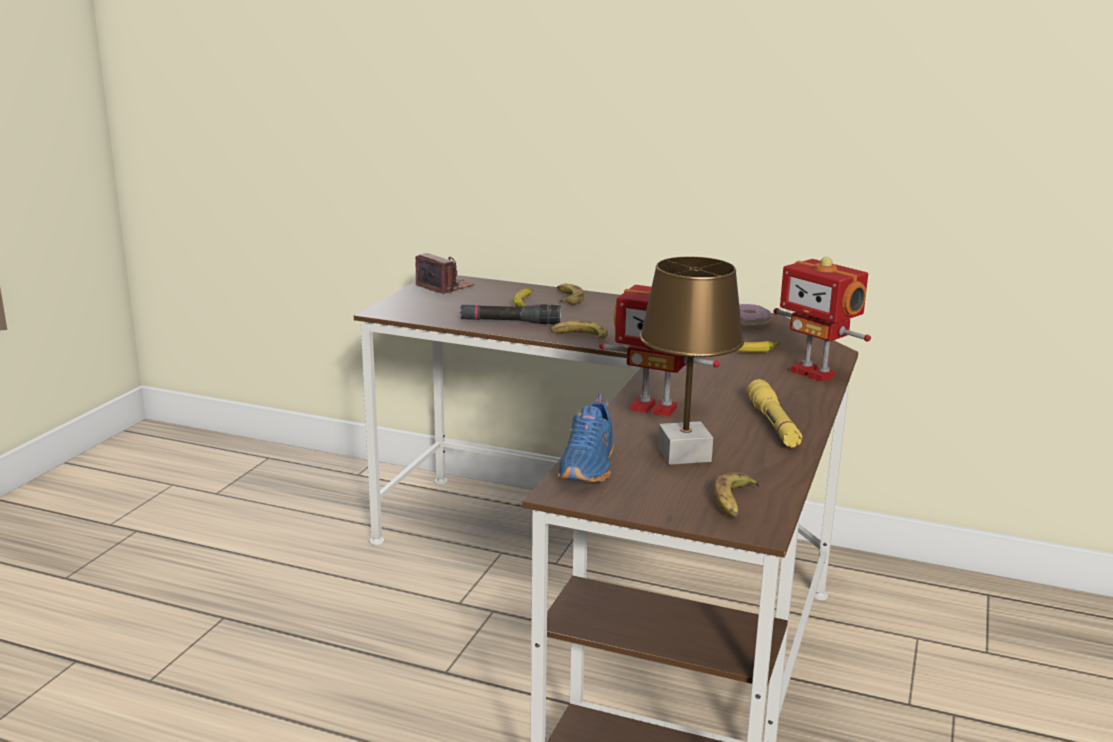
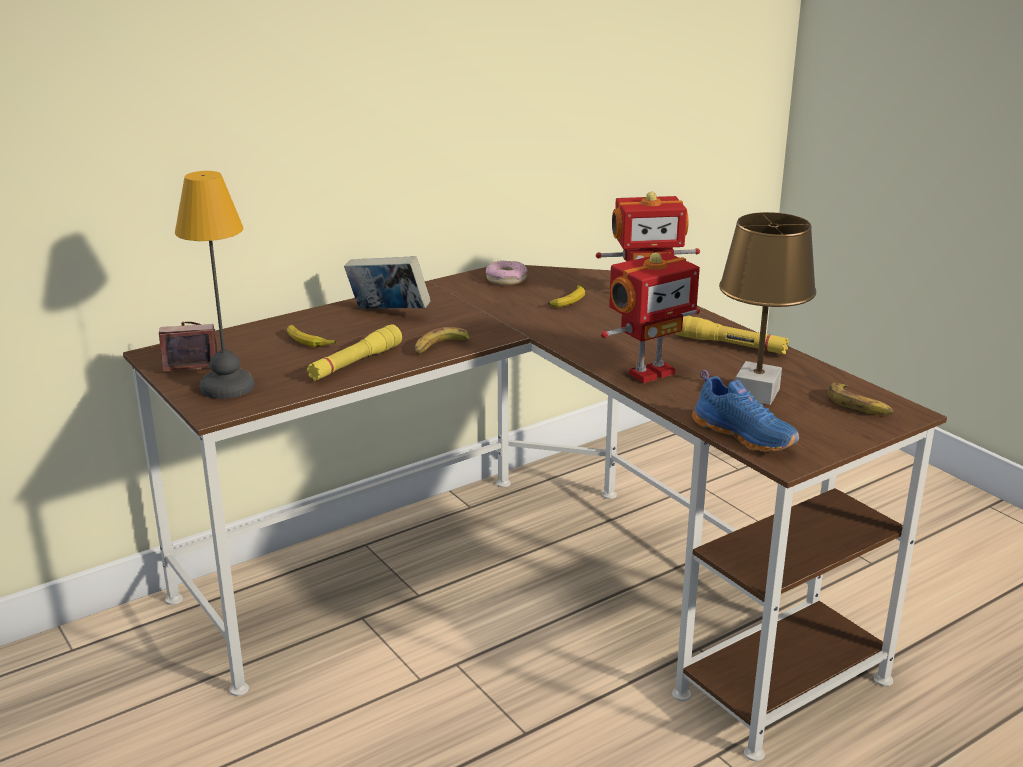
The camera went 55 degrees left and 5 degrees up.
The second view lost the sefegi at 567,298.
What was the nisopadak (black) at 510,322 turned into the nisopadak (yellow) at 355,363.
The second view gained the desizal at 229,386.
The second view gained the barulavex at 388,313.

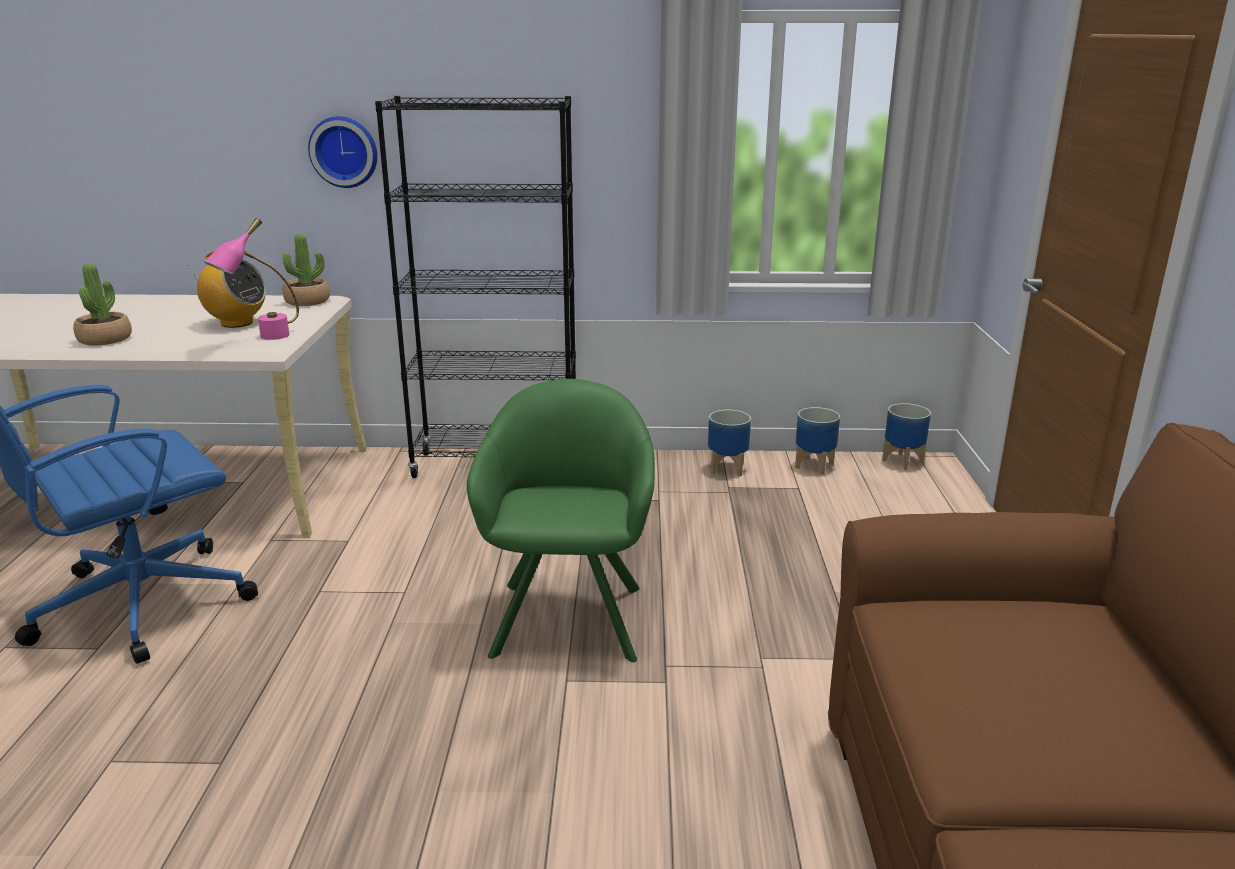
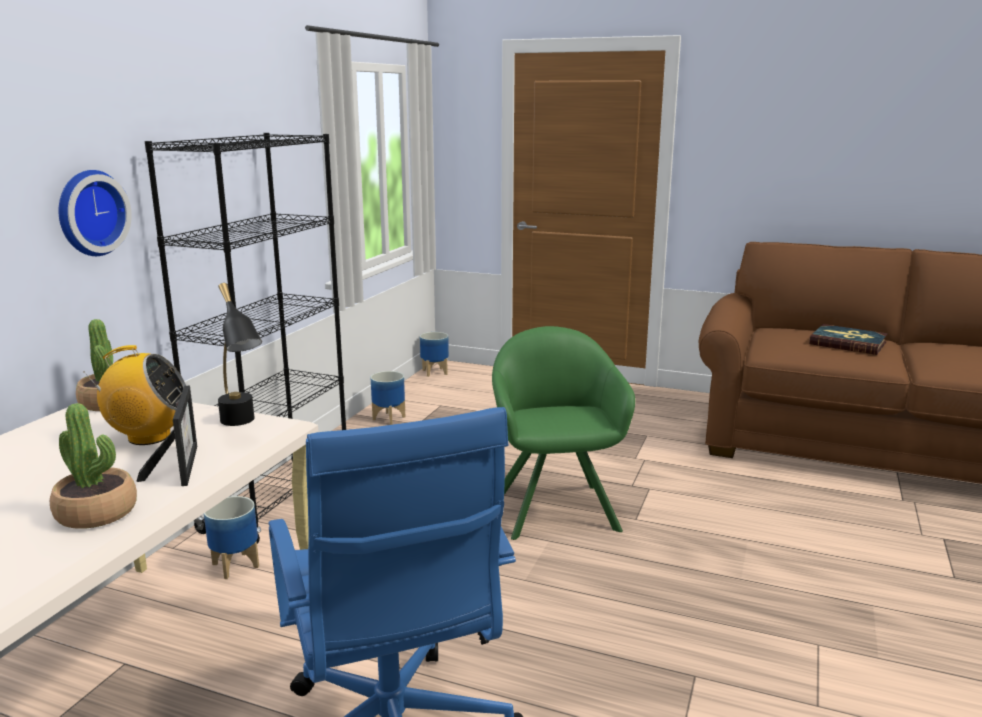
The camera went 70 degrees left and 5 degrees down.
What was the desizal (pink) at 262,339 turned into the desizal (black) at 242,425.
The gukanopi at 236,323 ended up facing another way, 45 degrees clockwise from before.
The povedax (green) at 569,614 ended up facing another way, 60 degrees clockwise from before.
The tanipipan ended up elsewhere, having gone from 814,466 to 235,565.
The second view gained the barulavex at 848,343.
The second view gained the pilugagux at 180,465.

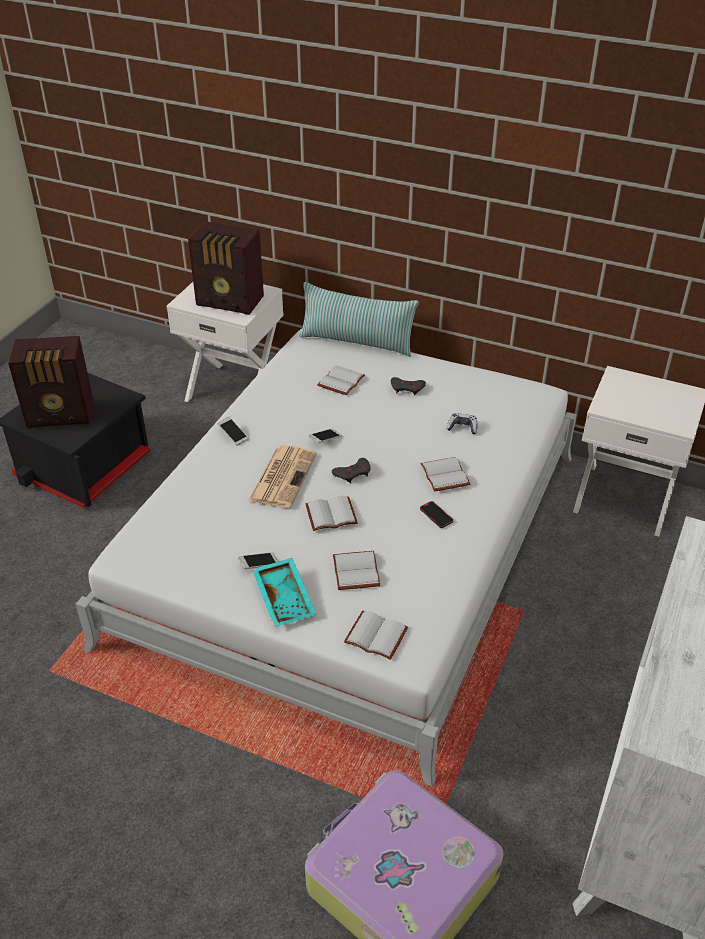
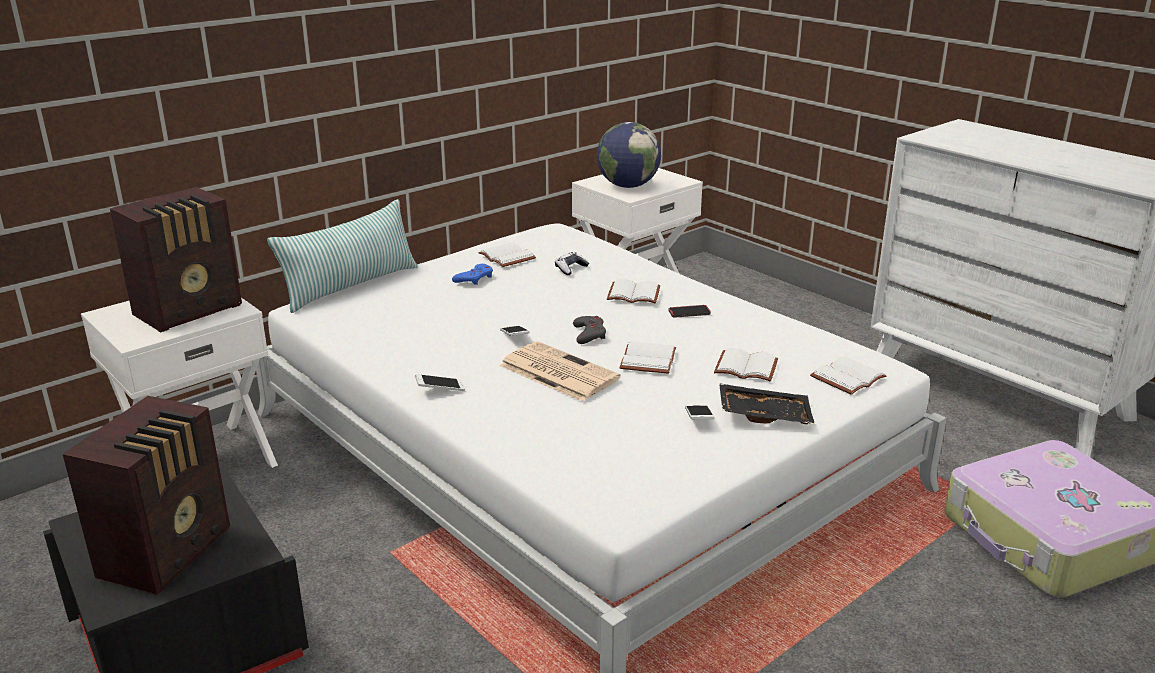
The camera went 65 degrees left and 15 degrees down.
The barulavex (white) ended up elsewhere, having gone from 340,380 to 505,257.
What was the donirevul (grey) at 407,388 turned into the donirevul (blue) at 474,278.
What was the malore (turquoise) at 285,598 turned into the malore (black) at 764,414.
The second view gained the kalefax at 628,186.

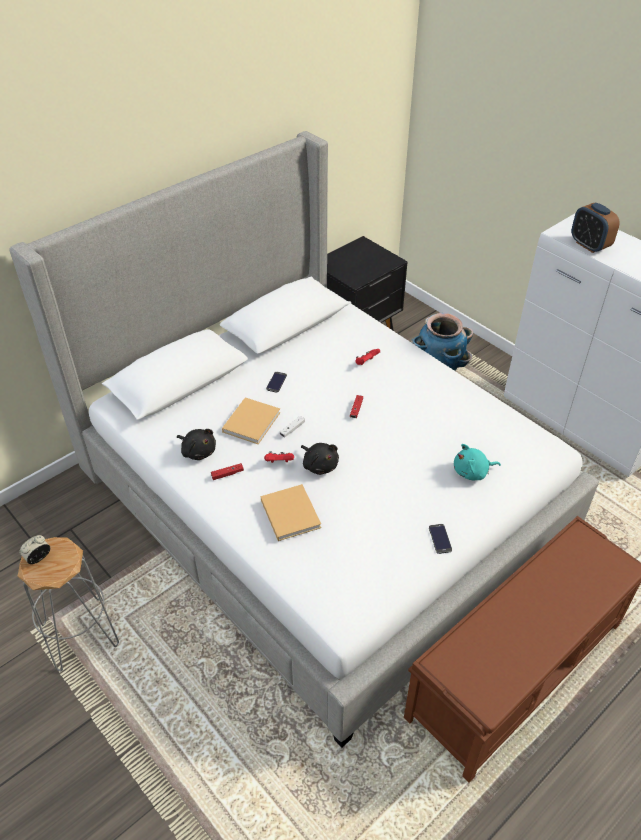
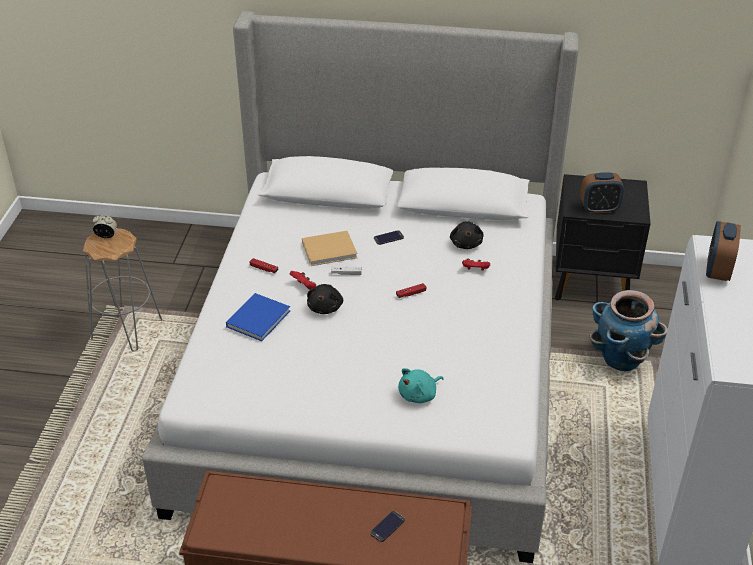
The camera went 50 degrees right and 5 degrees down.
The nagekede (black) ended up elsewhere, having gone from 198,451 to 466,243.
The nagekede (turquoise) at 472,472 ended up facing another way, 75 degrees counterclockwise from before.
What was the barulavex (beige) at 289,512 turned into the barulavex (blue) at 259,317.
The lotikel ended up elsewhere, having gone from 440,539 to 387,526.
The second view gained the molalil at 599,208.

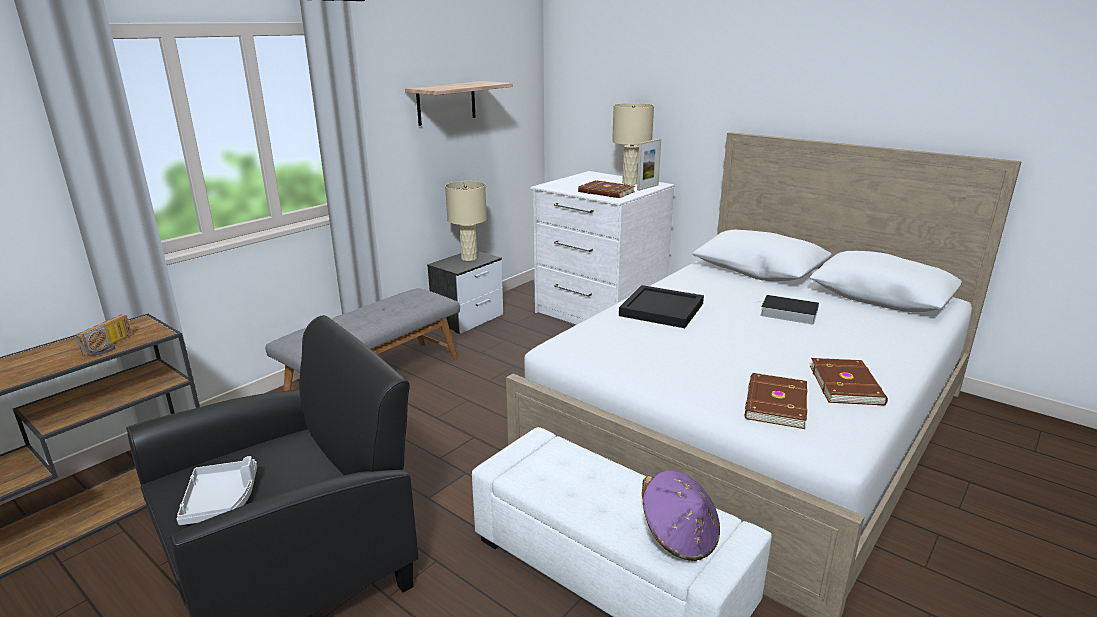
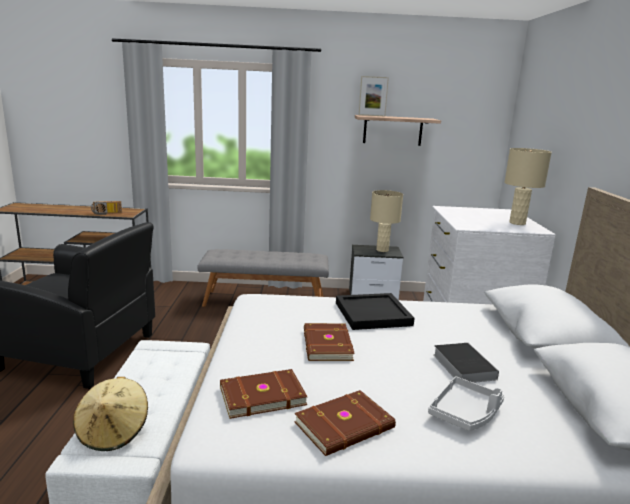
The camera went 50 degrees right and 5 degrees down.
The pilugagux ended up elsewhere, having gone from 647,187 to 371,115.
The barulavex (brown) ended up elsewhere, having gone from 606,192 to 326,345.
The malore (grey) ended up elsewhere, having gone from 222,500 to 465,413.
What was the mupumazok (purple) at 679,536 turned into the mupumazok (beige) at 113,432.

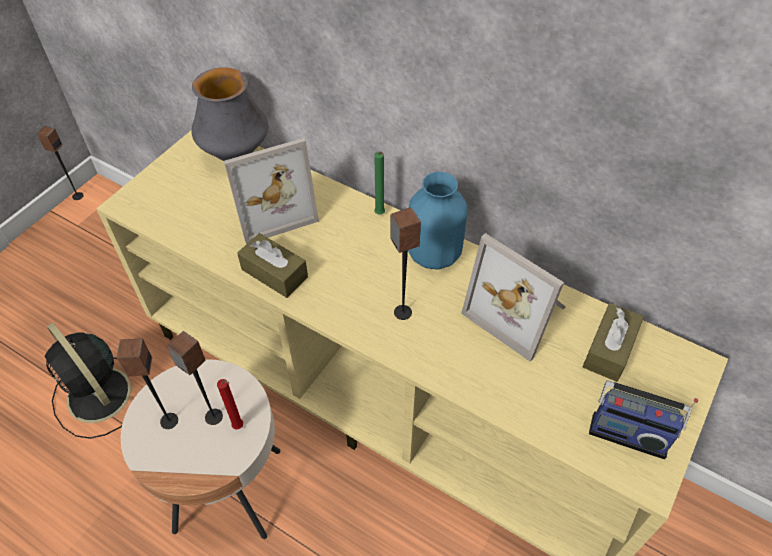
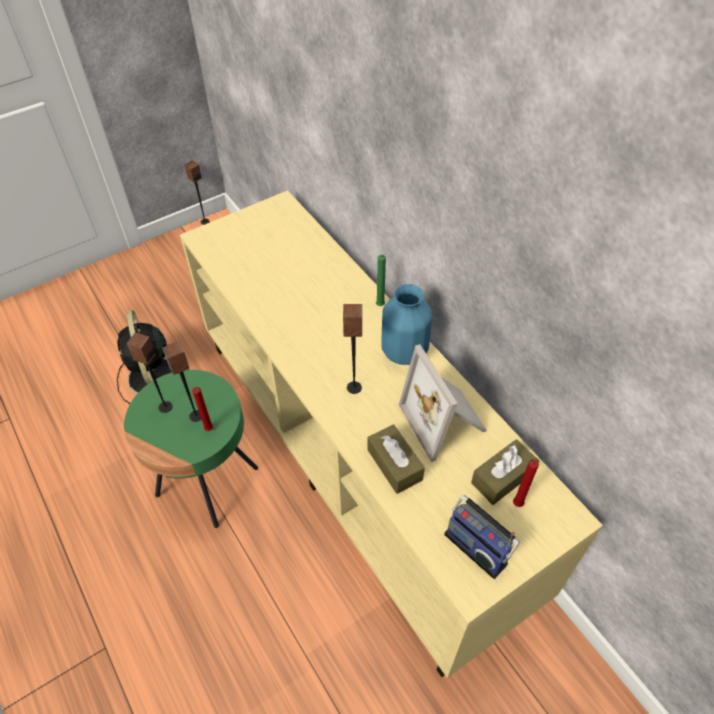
The camera went 25 degrees right and 0 degrees up.
The second view lost the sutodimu at 236,155.
The second view lost the pilugagux at 271,208.
The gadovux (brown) ended up elsewhere, having gone from 274,273 to 394,464.
What was the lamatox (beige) at 228,490 turned into the lamatox (green) at 207,482.
The second view gained the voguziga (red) at 516,504.

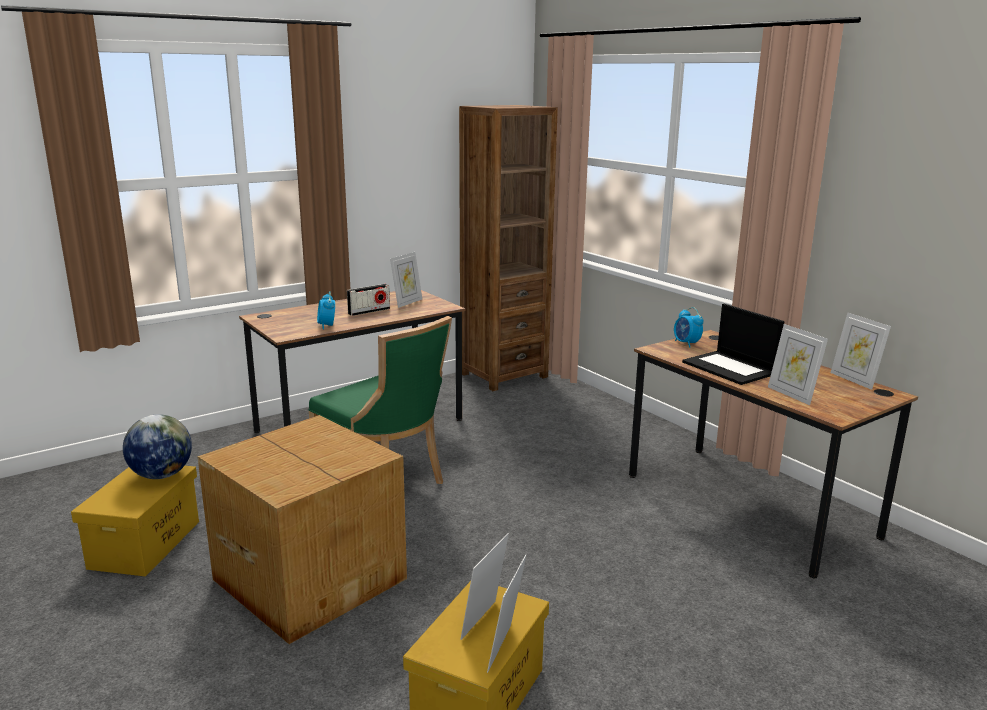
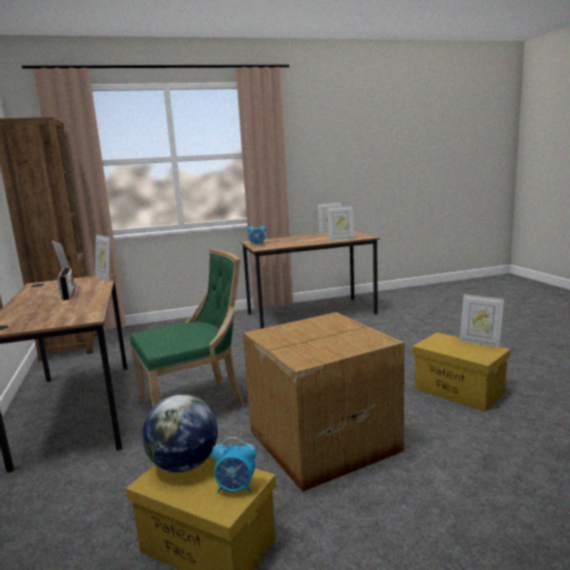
The camera went 70 degrees left and 5 degrees down.
The molalil ended up elsewhere, having gone from 327,326 to 236,488.
The second view lost the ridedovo at 730,368.
The pilugagux ended up elsewhere, having gone from 484,622 to 105,278.

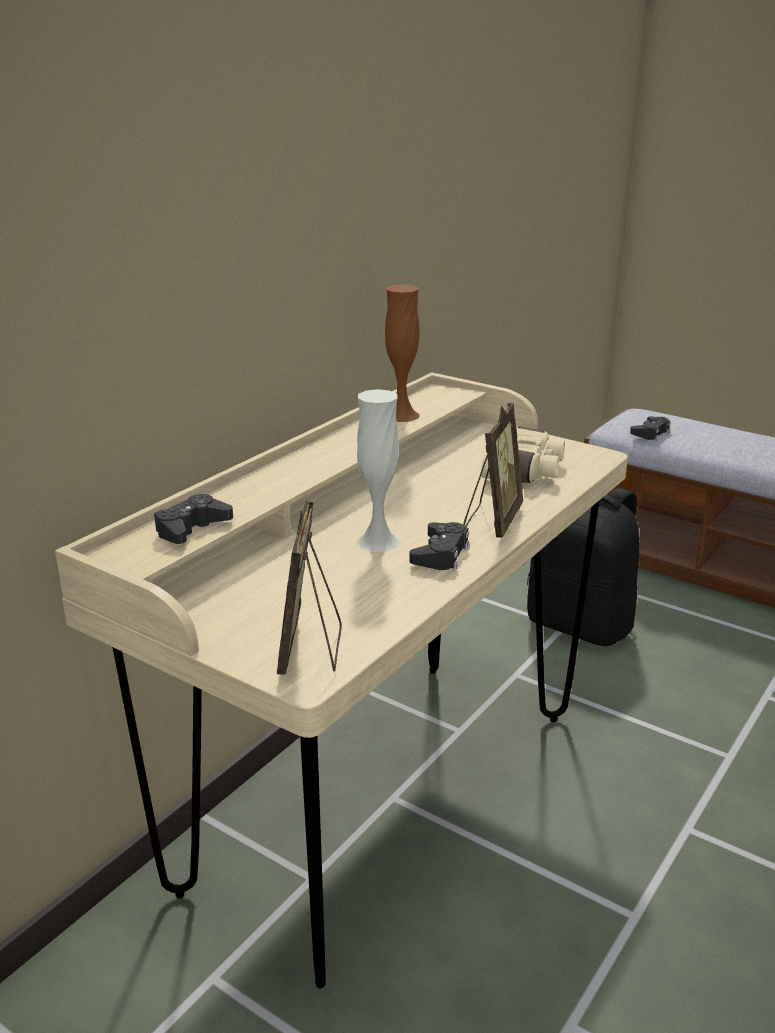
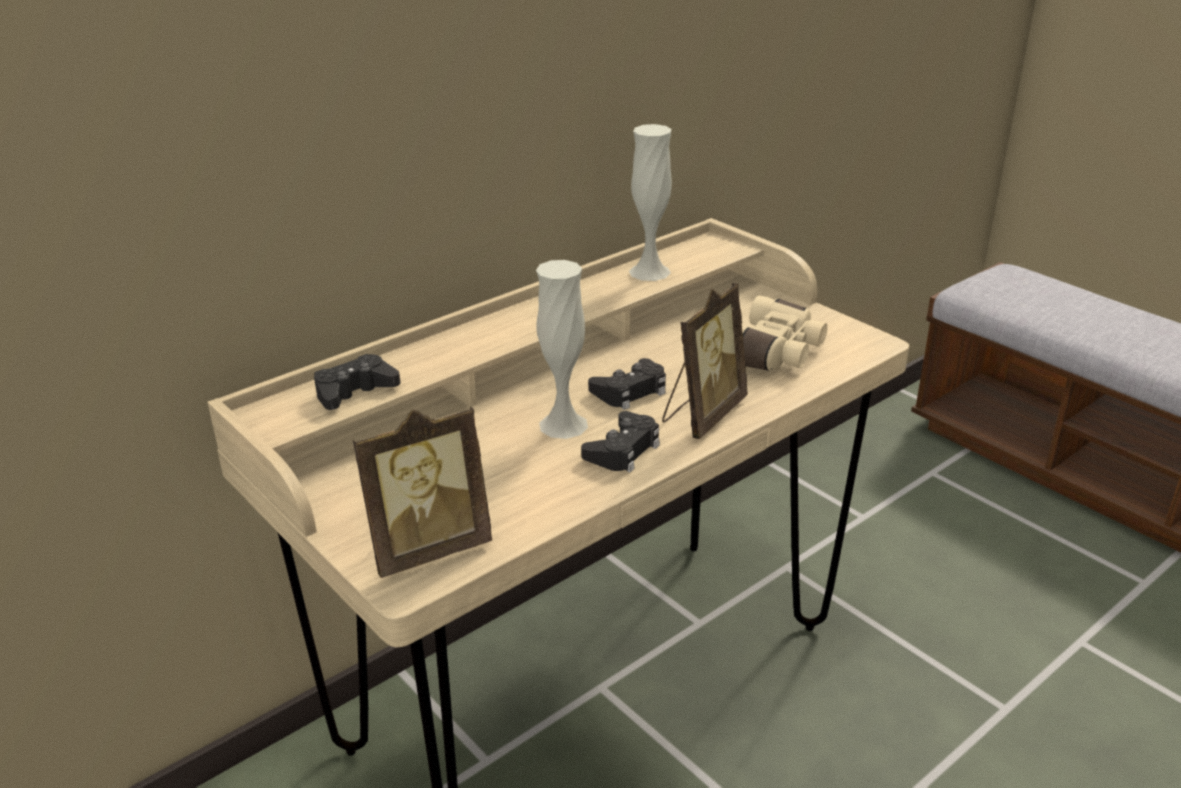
The camera went 15 degrees right and 5 degrees up.
What was the sutodimu (brown) at 401,415 turned into the sutodimu (white) at 649,271.
The donirevul (black) ended up elsewhere, having gone from 650,433 to 630,391.
The second view lost the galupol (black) at 581,625.
The pilugagux at 311,649 ended up facing another way, 135 degrees counterclockwise from before.

